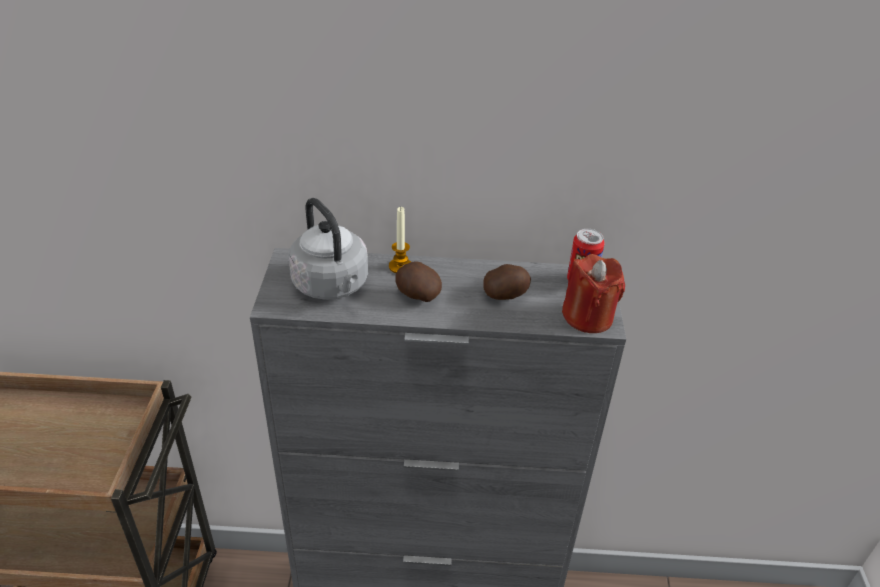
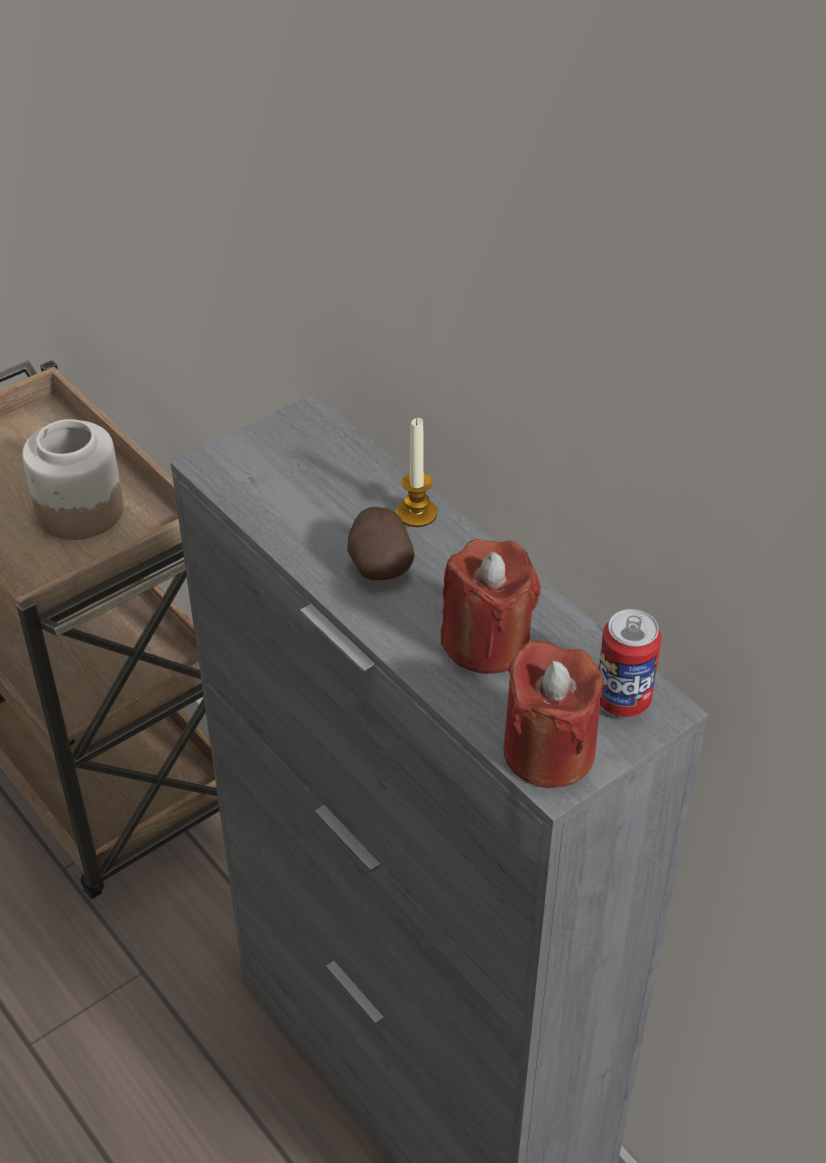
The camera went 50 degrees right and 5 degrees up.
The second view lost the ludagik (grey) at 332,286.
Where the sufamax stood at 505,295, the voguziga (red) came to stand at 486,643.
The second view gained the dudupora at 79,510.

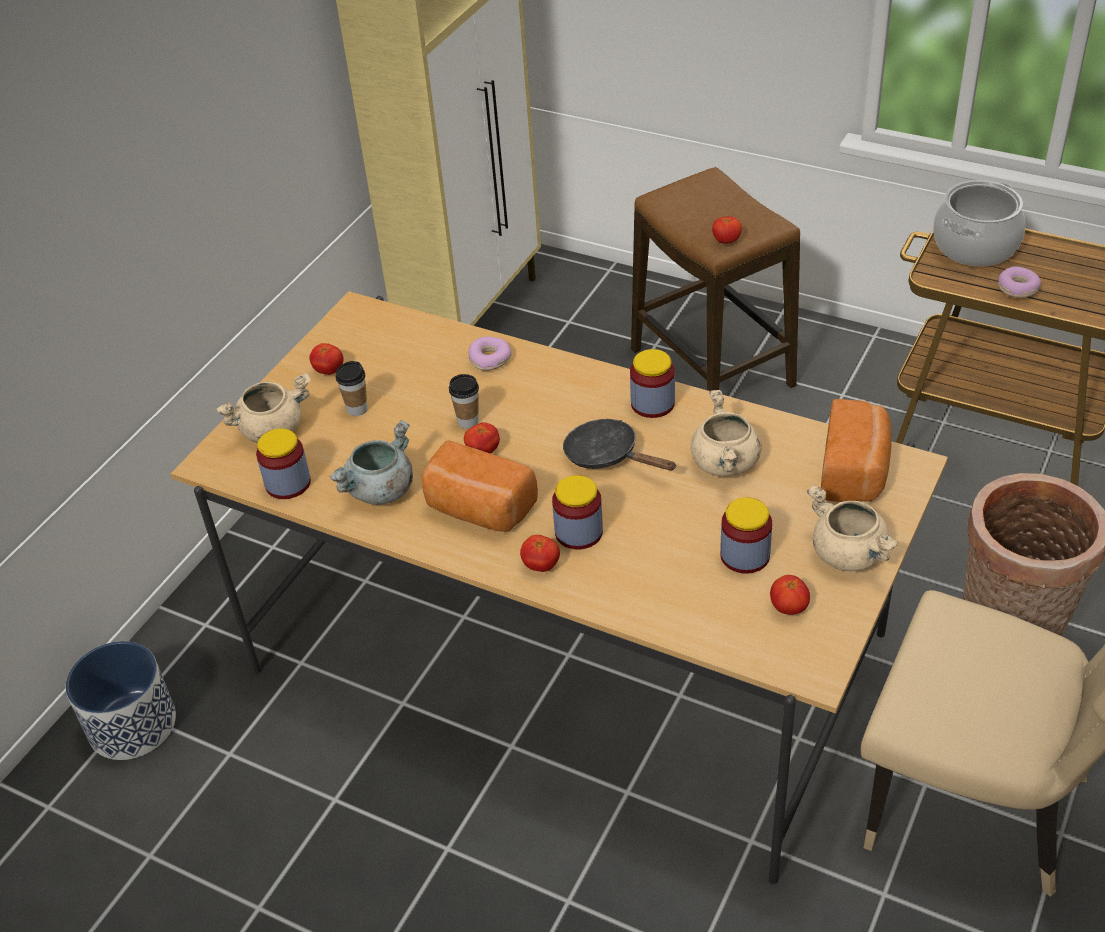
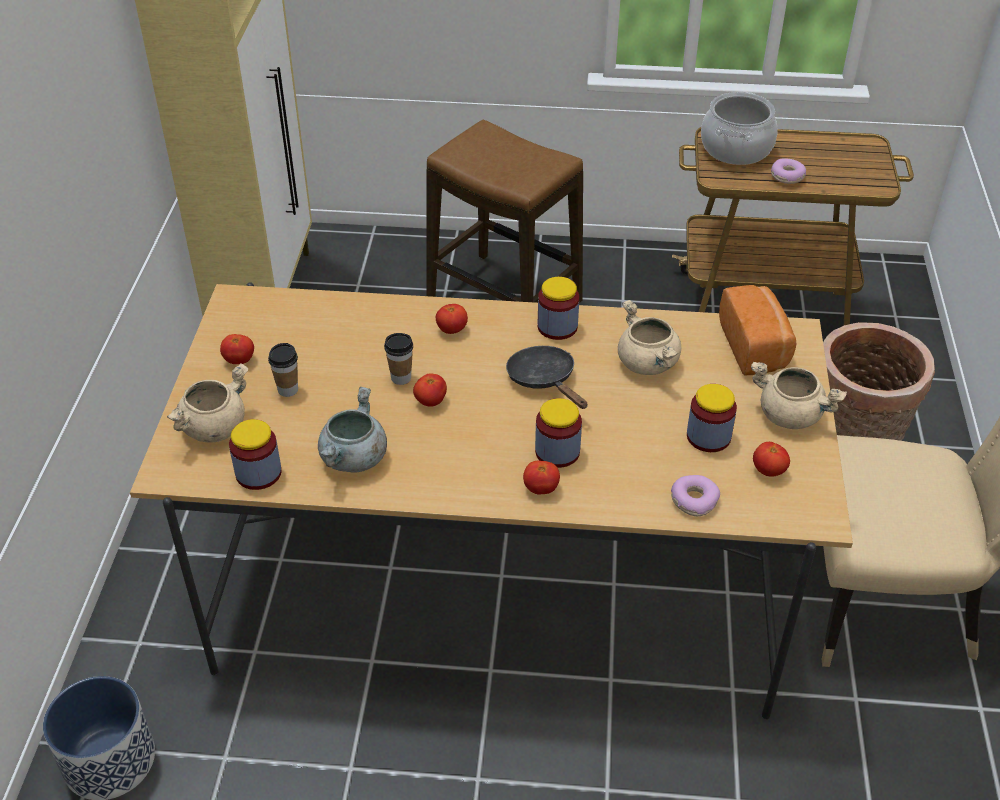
The camera went 25 degrees left and 0 degrees up.
The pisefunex ended up elsewhere, having gone from 726,241 to 452,330.
The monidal ended up elsewhere, having gone from 490,359 to 693,500.
The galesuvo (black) at 607,456 ended up facing another way, 45 degrees clockwise from before.
The second view lost the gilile at 478,510.

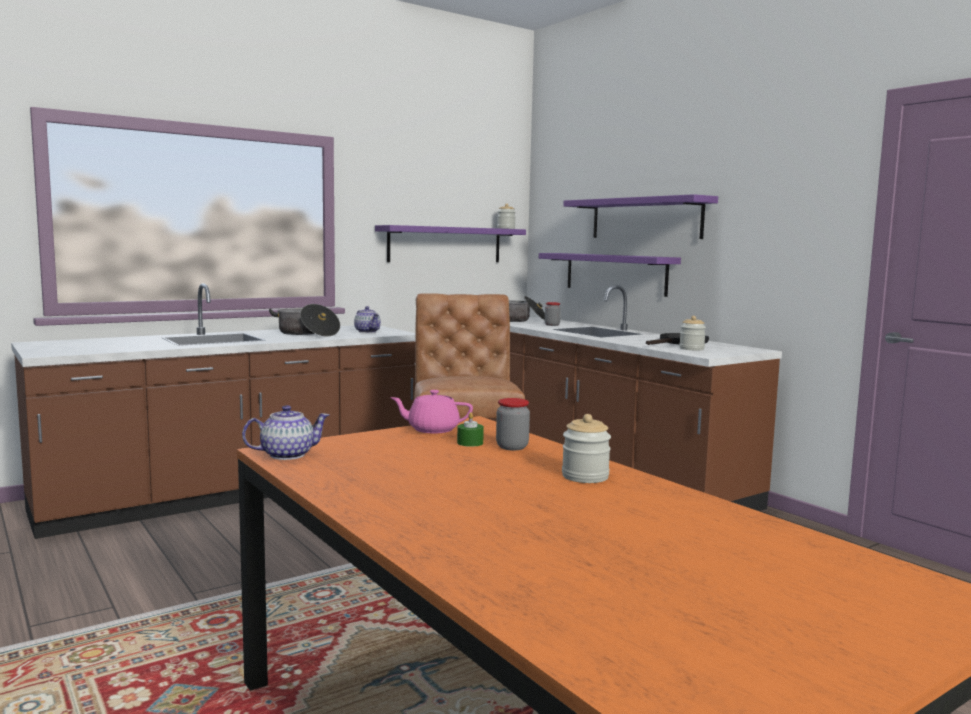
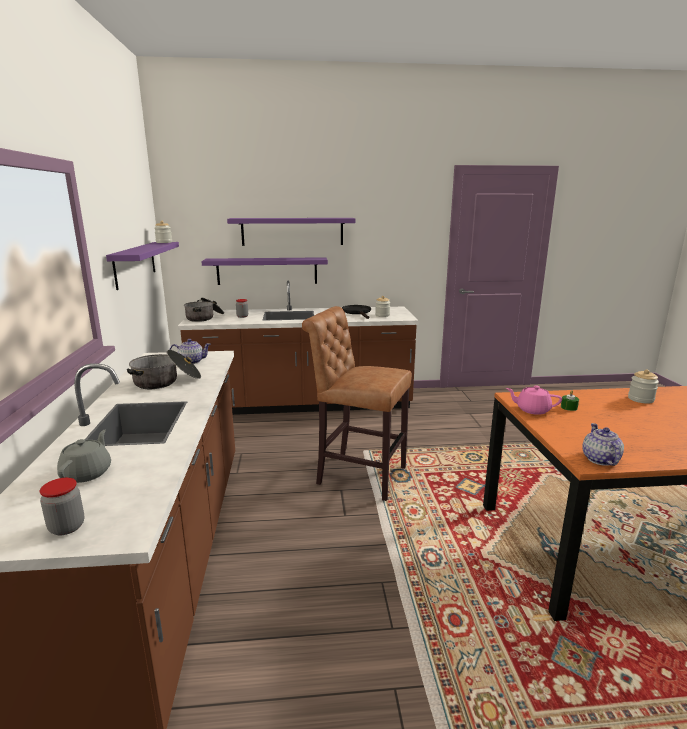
The camera went 60 degrees left and 10 degrees up.
The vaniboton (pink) at 432,429 ended up facing another way, 75 degrees clockwise from before.
The dudupora ended up elsewhere, having gone from 512,447 to 67,527.
The second view gained the vaniboton (grey) at 87,473.

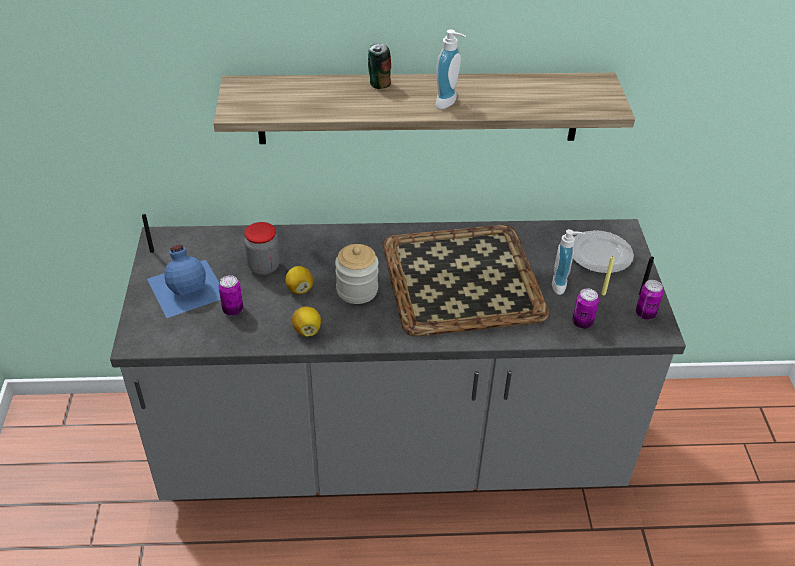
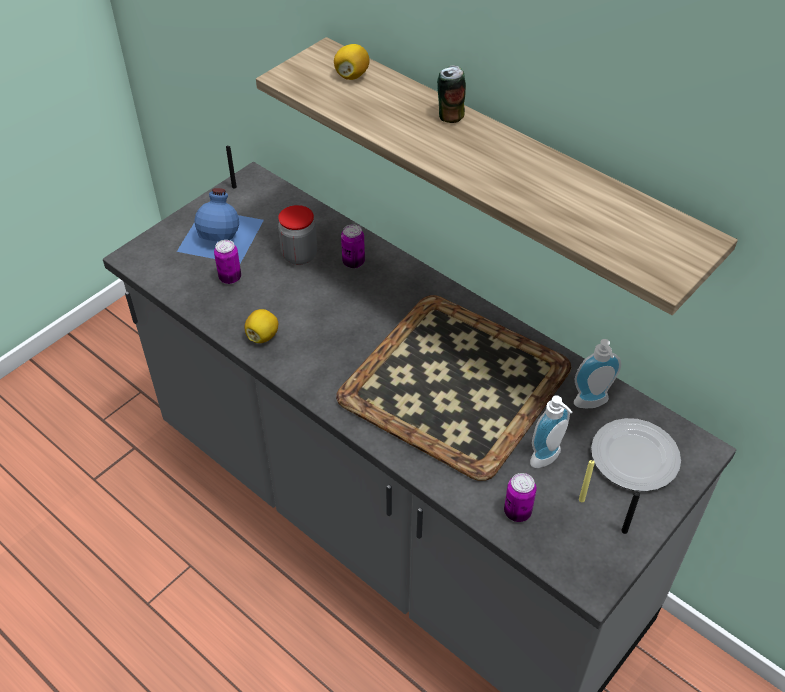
The camera went 45 degrees right and 5 degrees up.
The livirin ended up elsewhere, having gone from 449,103 to 592,404.
The second view lost the dudupora at 357,290.
The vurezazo ended up elsewhere, having gone from 299,289 to 352,75.
The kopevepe ended up elsewhere, having gone from 645,314 to 353,262.

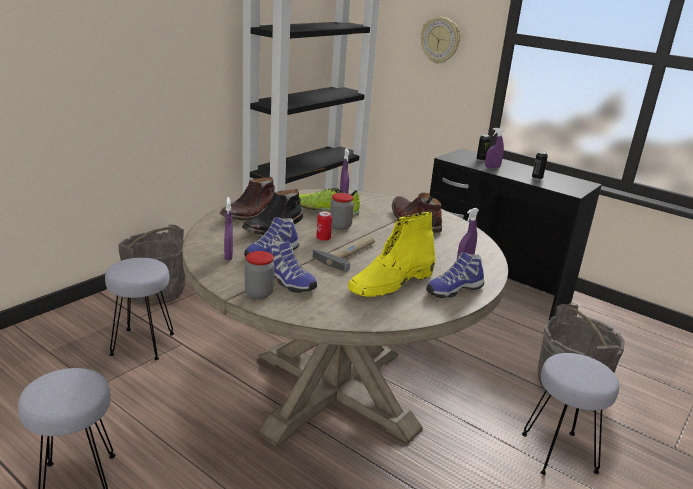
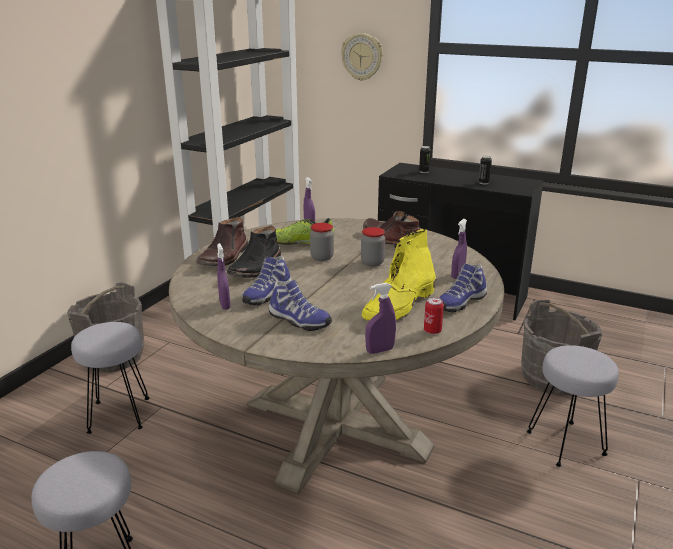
The camera went 10 degrees left and 0 degrees up.
The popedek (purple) ended up elsewhere, having gone from 492,167 to 380,350.
The kopevepe ended up elsewhere, having gone from 323,239 to 432,331.
The second view lost the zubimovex at 348,253.
The dudupora ended up elsewhere, having gone from 259,293 to 372,262.

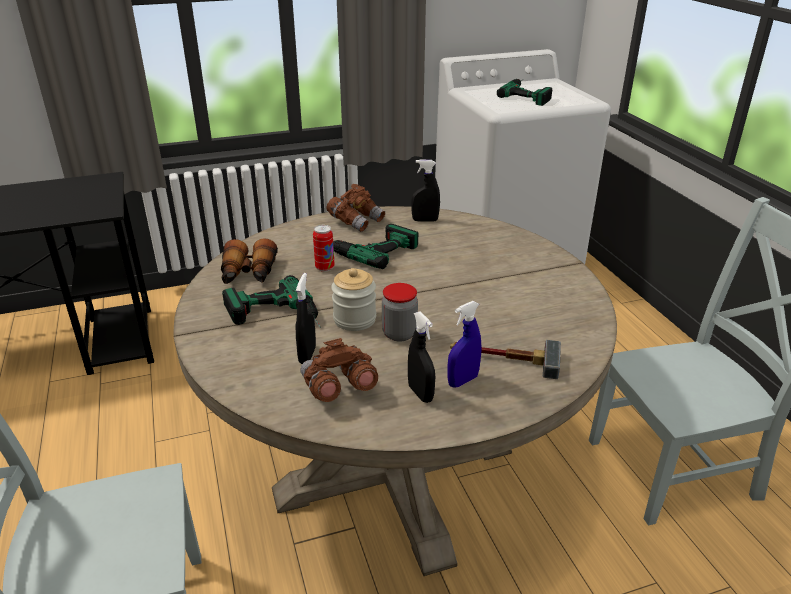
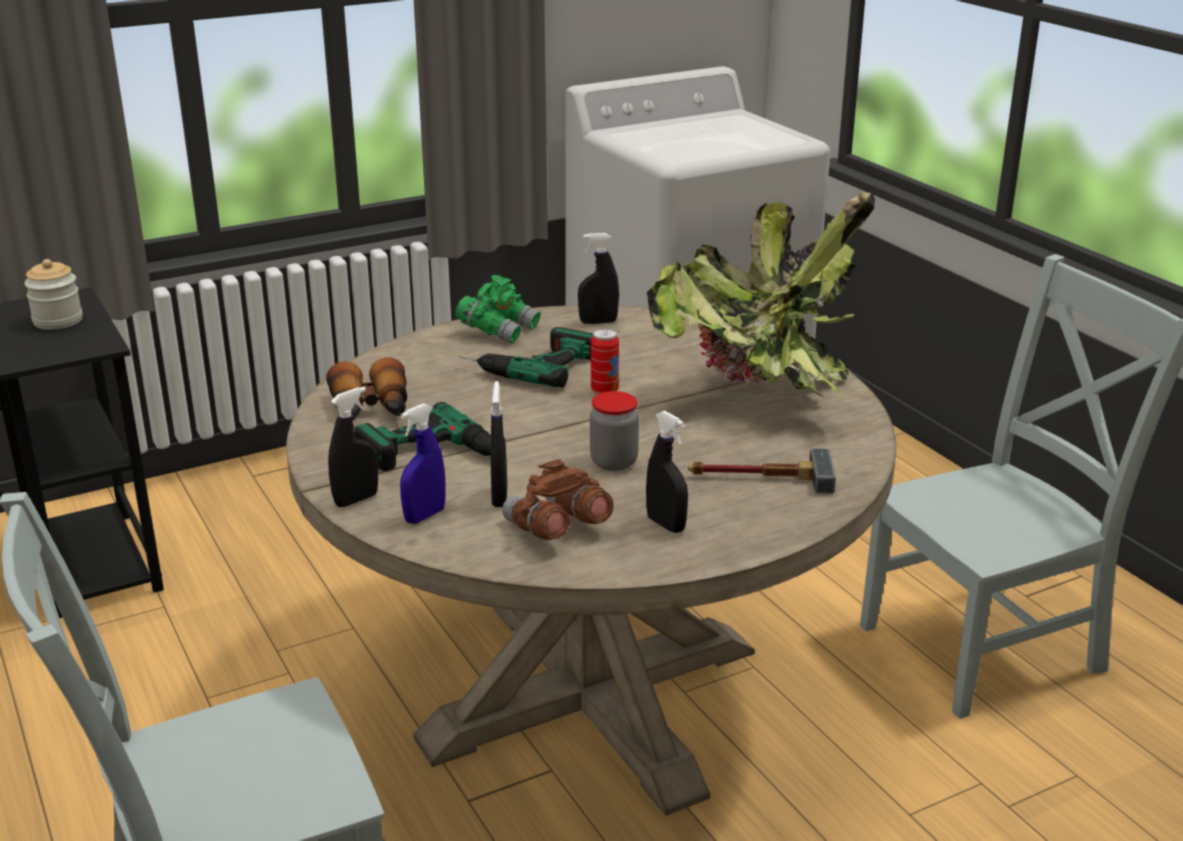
The camera went 10 degrees left and 5 degrees down.
The second view lost the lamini at 528,94.
What was the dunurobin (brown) at 356,221 turned into the dunurobin (green) at 498,329.
The kopevepe ended up elsewhere, having gone from 324,268 to 604,391.
The dudupora ended up elsewhere, having gone from 354,319 to 58,321.
The popedek (blue) ended up elsewhere, having gone from 462,381 to 424,516.
The second view gained the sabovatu at 760,395.
The second view gained the popedek (black) at 356,500.

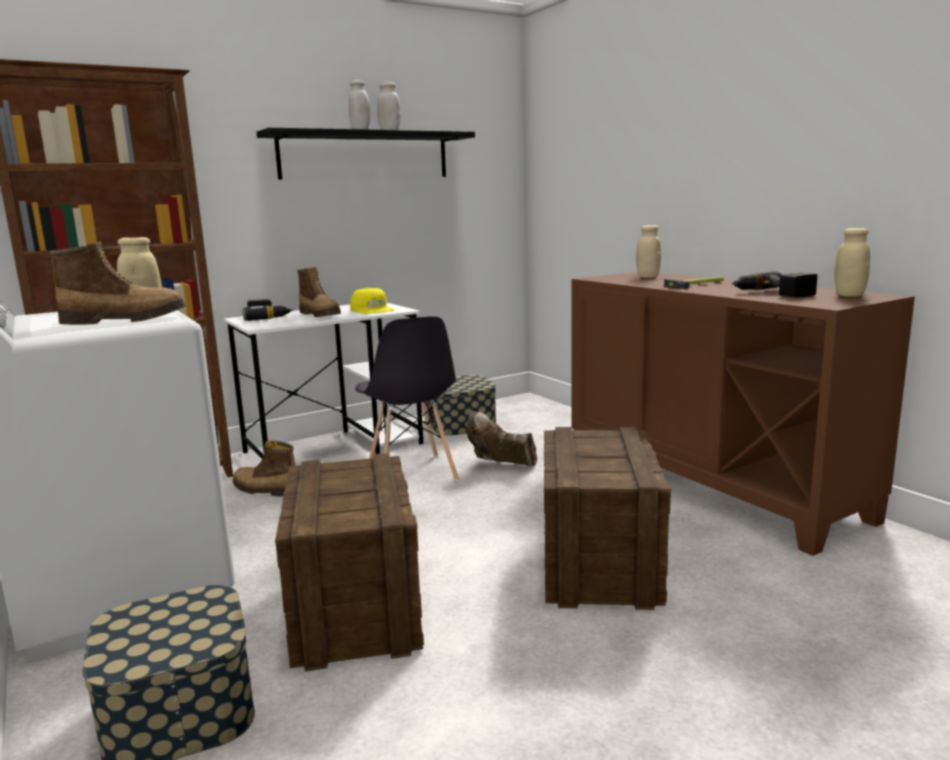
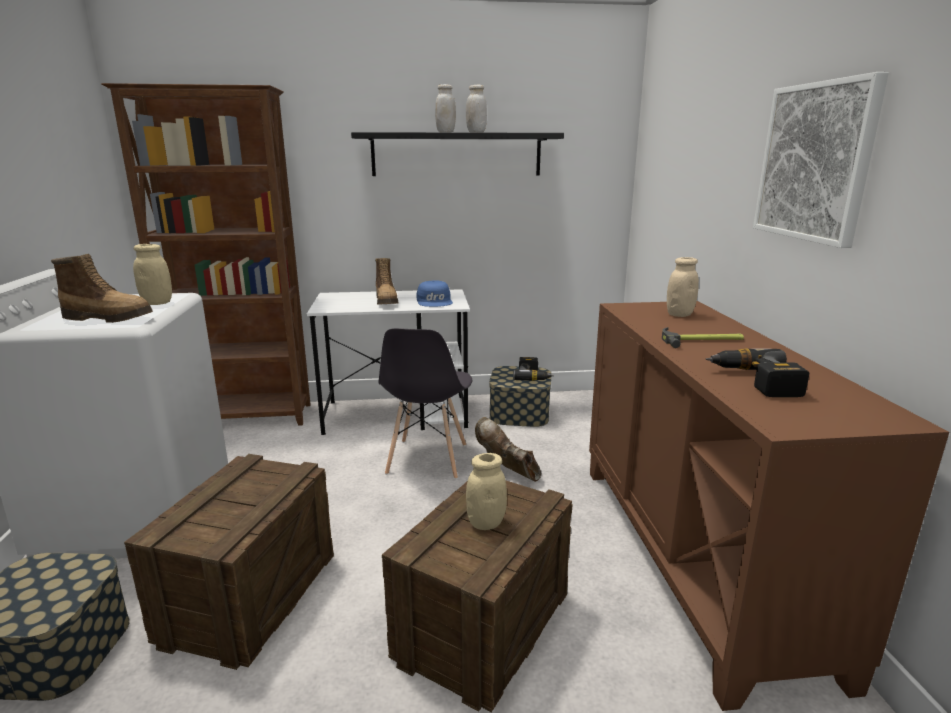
The camera went 25 degrees right and 5 degrees up.
The dudupora (beige) ended up elsewhere, having gone from 849,295 to 486,523.
What was the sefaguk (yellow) at 372,310 turned into the sefaguk (blue) at 435,301.
The lamini ended up elsewhere, having gone from 268,317 to 533,376.
The second view lost the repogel at 265,490.
The second view gained the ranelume at 815,162.

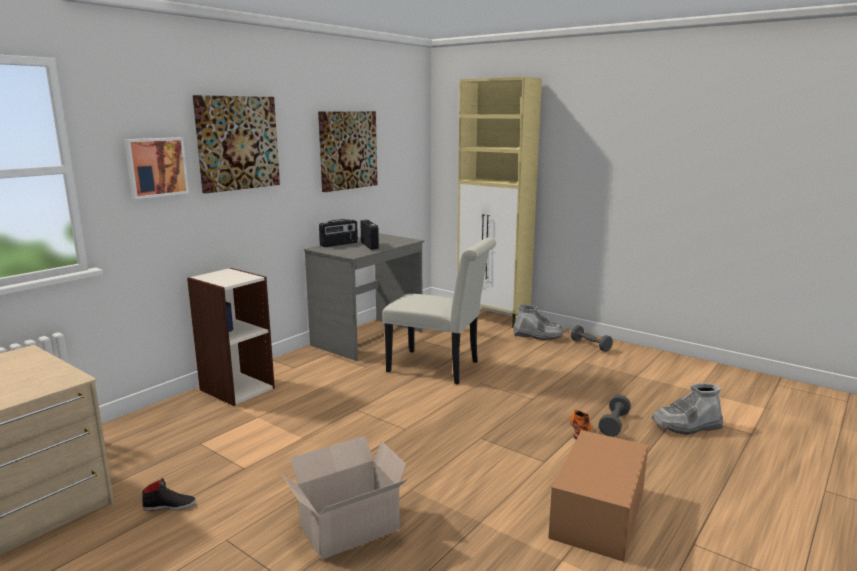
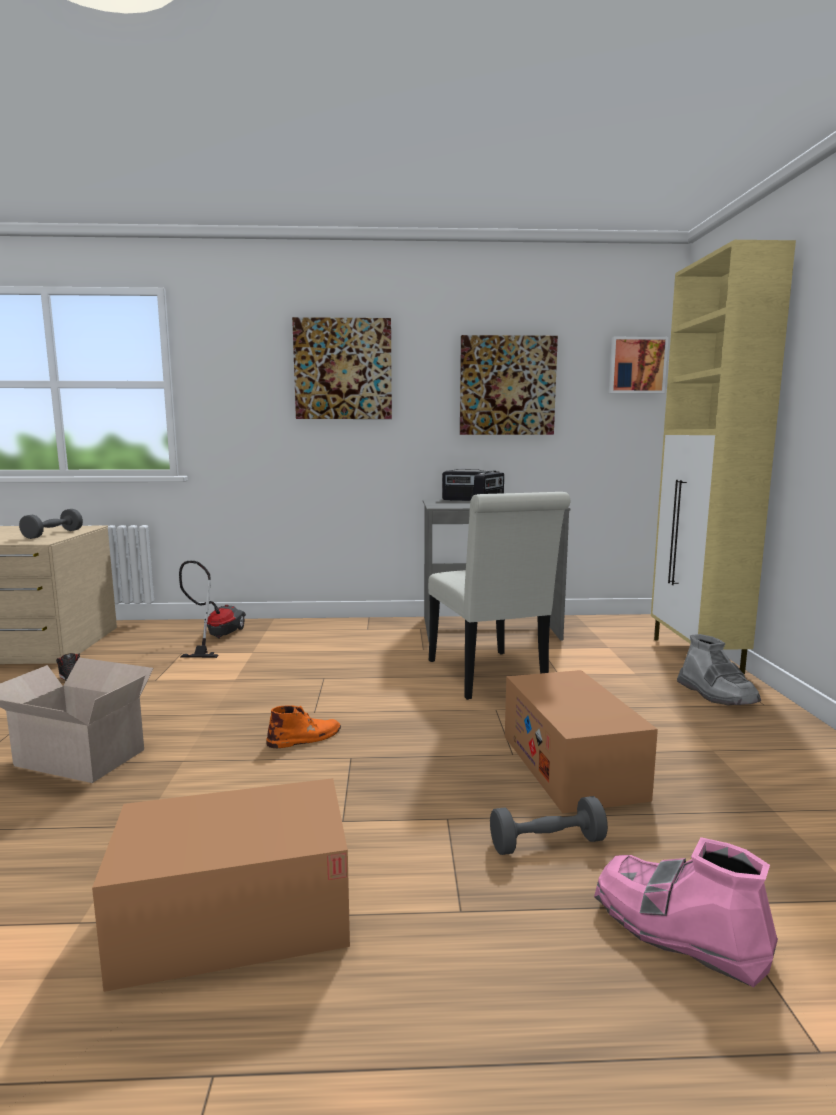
The camera went 50 degrees right and 5 degrees down.
The ranelume ended up elsewhere, having gone from 156,167 to 637,365.
The second view lost the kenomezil at 236,388.
The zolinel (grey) ended up elsewhere, having gone from 590,345 to 53,534.
What was the repogel (grey) at 686,426 turned into the repogel (pink) at 677,930.
The repogel (orange) ended up elsewhere, having gone from 580,428 to 305,737.
The second view gained the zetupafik at 215,638.
The second view gained the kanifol at 571,765.

